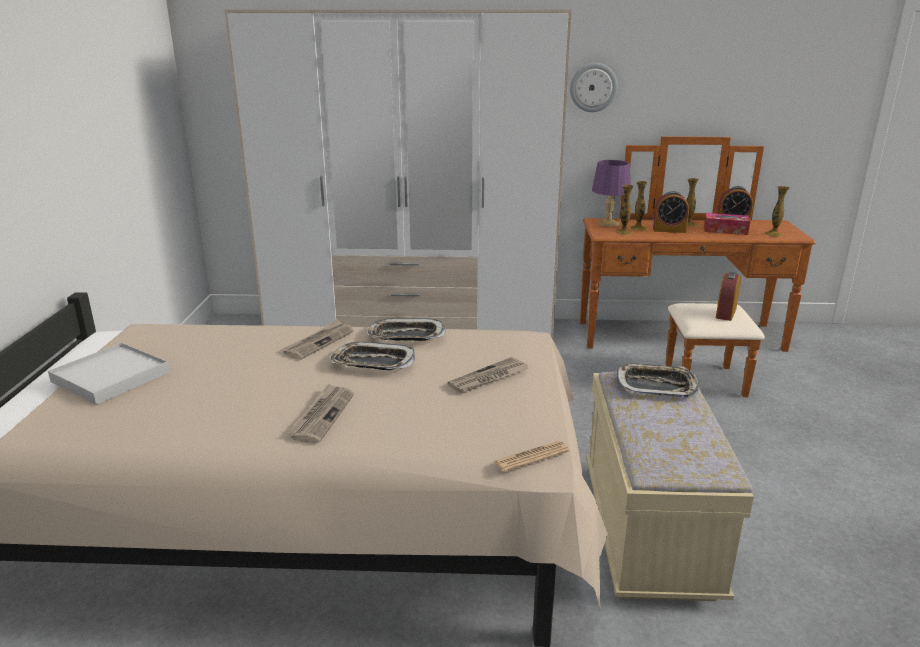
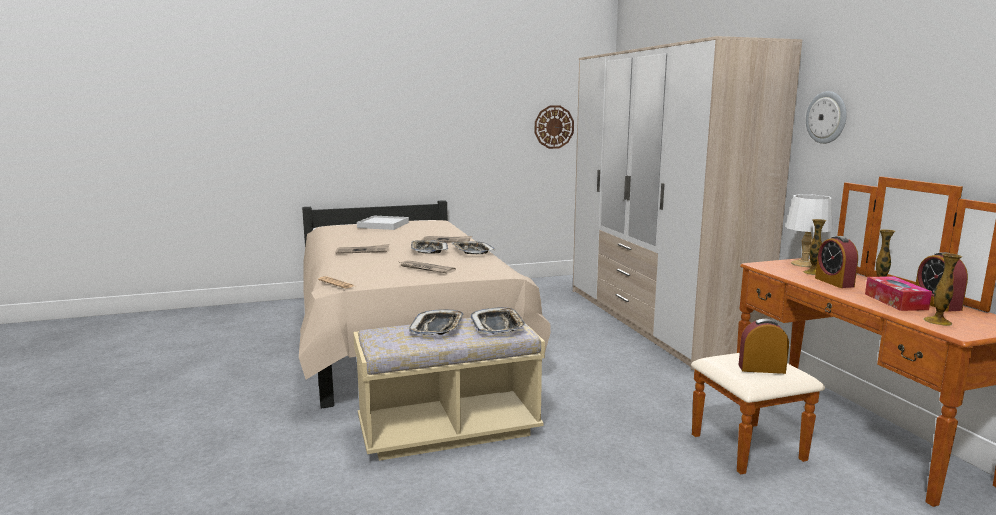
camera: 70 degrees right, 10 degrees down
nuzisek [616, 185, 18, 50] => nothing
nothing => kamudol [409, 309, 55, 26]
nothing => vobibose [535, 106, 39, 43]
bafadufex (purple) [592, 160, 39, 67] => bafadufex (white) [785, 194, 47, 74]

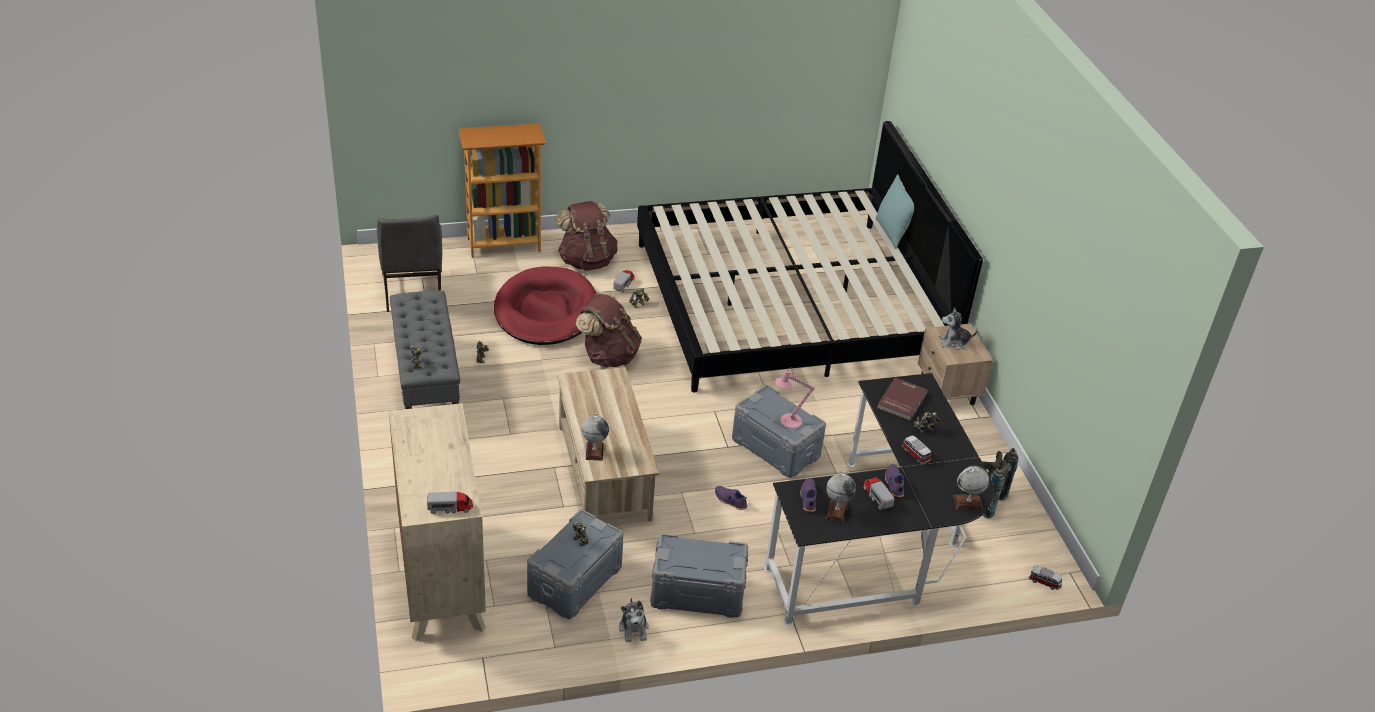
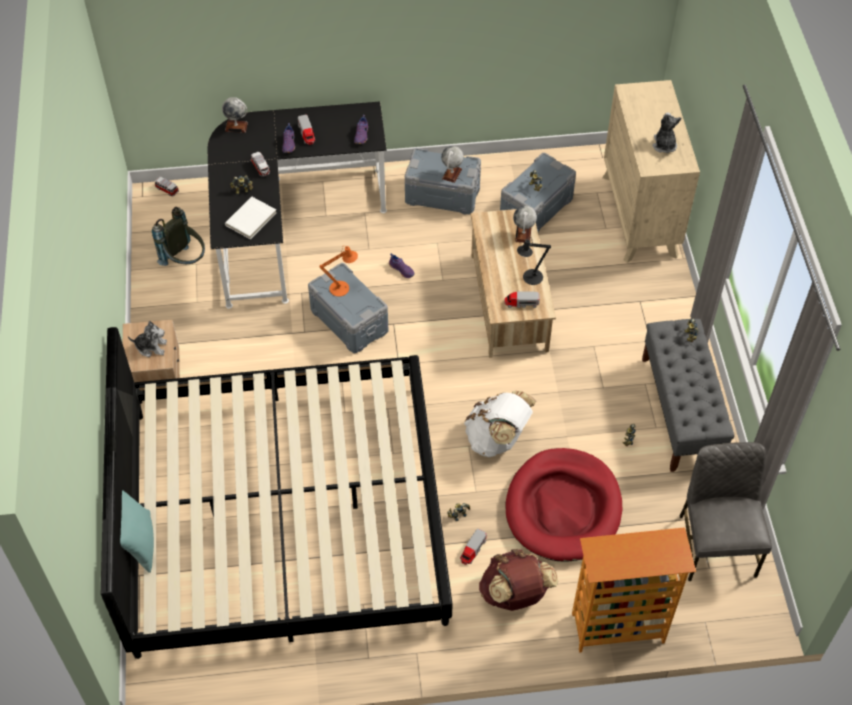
camera: 170 degrees left, 15 degrees up
nothing => bafadufex (black) [517, 237, 34, 48]
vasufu [427, 492, 46, 22] => vasufu [504, 292, 36, 16], move
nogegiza [619, 598, 30, 45] => nogegiza [652, 112, 29, 41], move
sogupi [826, 471, 30, 52] => sogupi [441, 146, 23, 37], move
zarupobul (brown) [576, 292, 66, 75] => zarupobul (white) [464, 391, 72, 66]
bafadufex (pink) [775, 368, 40, 60] => bafadufex (orange) [319, 246, 39, 51]
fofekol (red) [877, 378, 51, 42] => fofekol (white) [225, 197, 51, 42]

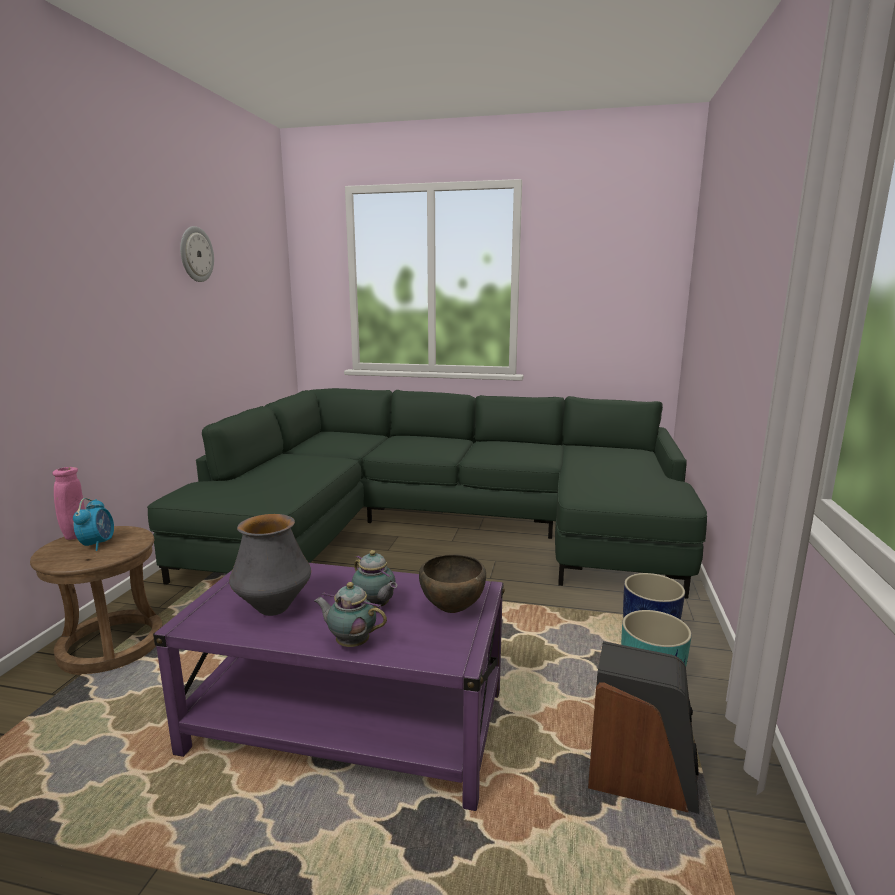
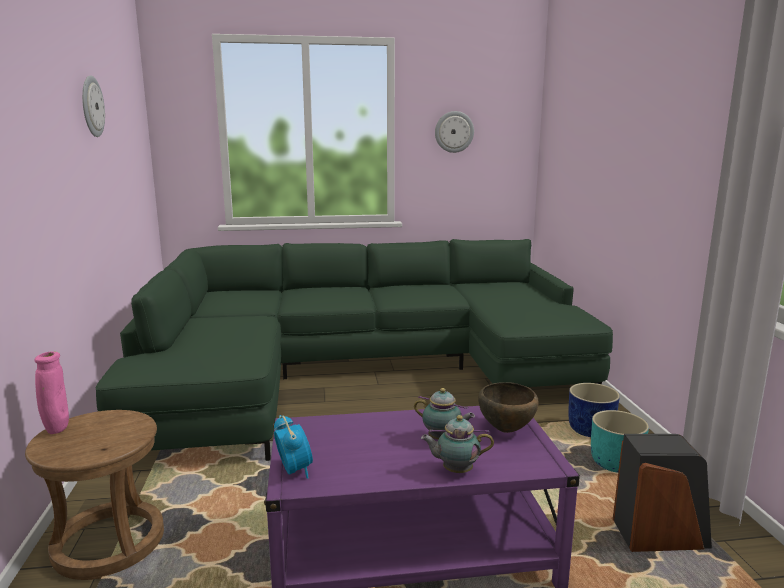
camera: 20 degrees left, 0 degrees up
nuzisek [229, 514, 82, 102] => nothing
nothing => vobibose [435, 111, 39, 42]
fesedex [73, 498, 41, 53] => fesedex [274, 415, 39, 63], move

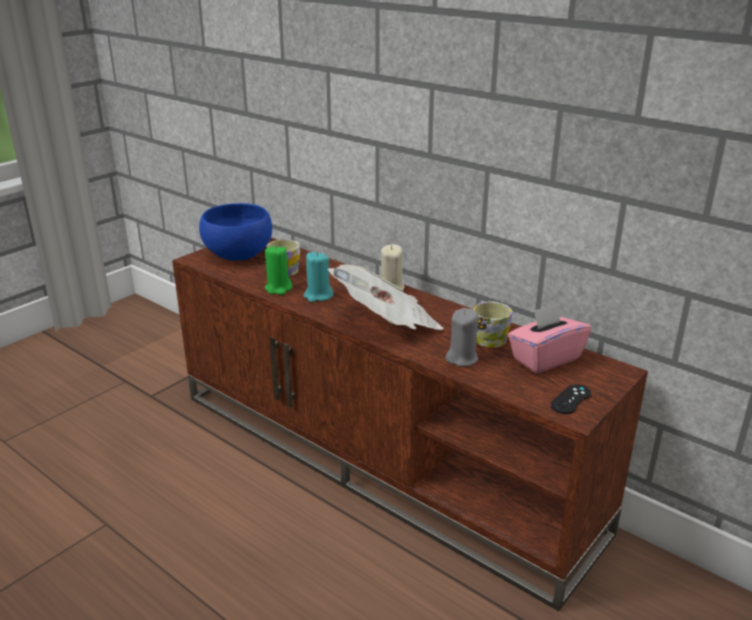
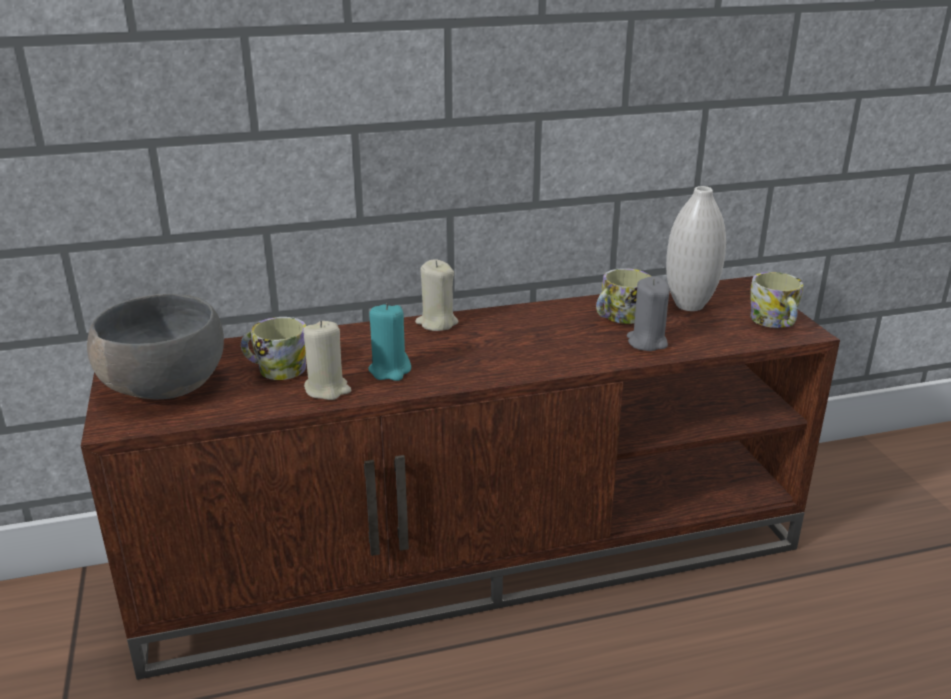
camera: 55 degrees left, 0 degrees up
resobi [328, 265, 116, 65] => nothing
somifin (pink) [508, 303, 83, 70] => nuzisek (white) [666, 186, 60, 125]
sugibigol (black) [550, 385, 41, 29] => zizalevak [751, 272, 52, 56]
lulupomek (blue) [199, 203, 73, 58] => lulupomek (grey) [87, 294, 137, 105]
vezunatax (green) [265, 245, 27, 50] => vezunatax (beige) [303, 320, 48, 80]

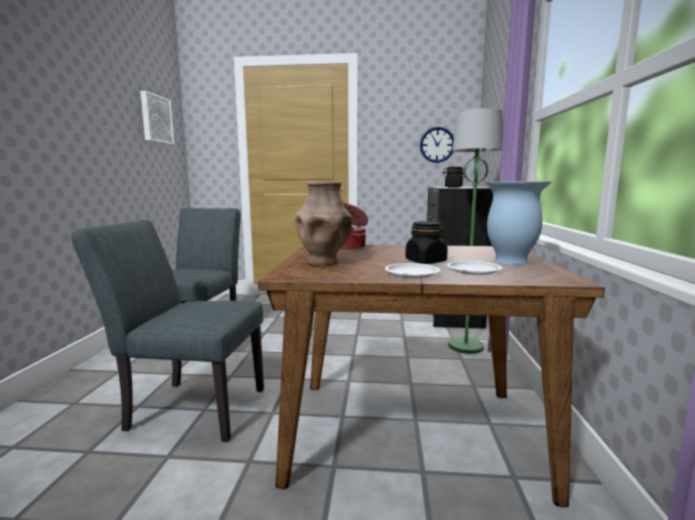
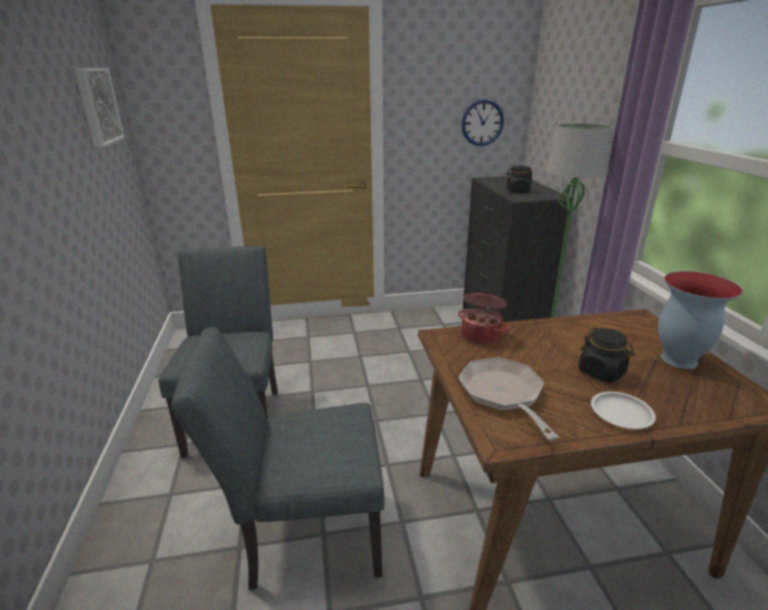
camera: 15 degrees left, 15 degrees up
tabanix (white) [447, 261, 55, 14] => nothing
nuzisek (brown) [295, 182, 57, 84] => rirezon [459, 357, 100, 83]

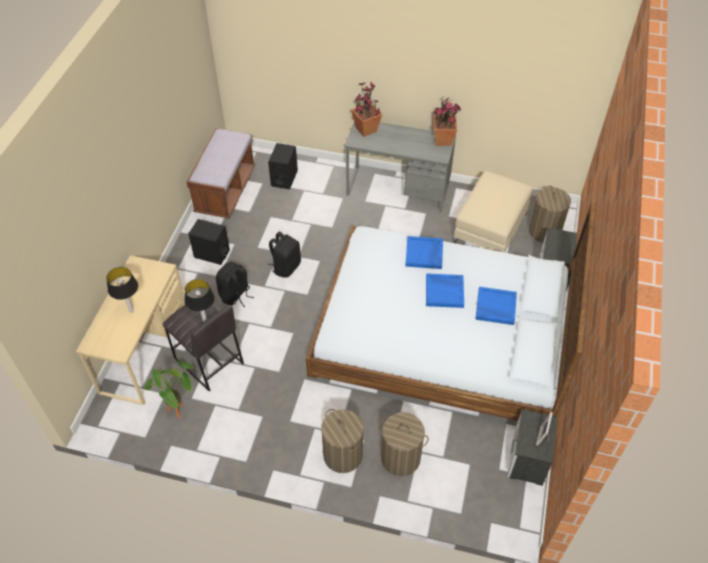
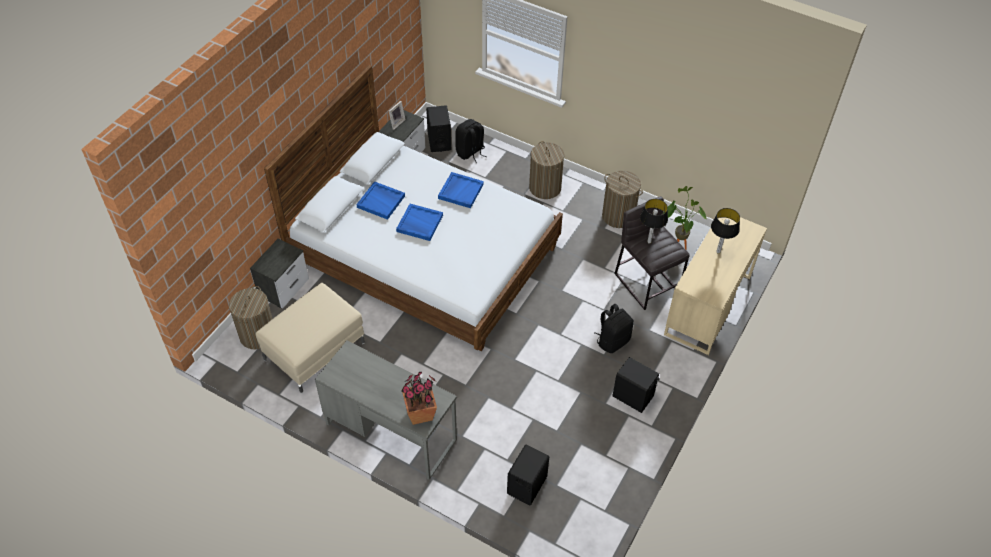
camera: 165 degrees left, 0 degrees up
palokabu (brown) [187, 128, 68, 91] => nothing
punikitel [433, 97, 28, 49] => nothing
nothing => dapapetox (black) [426, 105, 25, 47]
zarupobul (black) [268, 232, 33, 46] => zarupobul (black) [455, 119, 32, 45], move
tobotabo [378, 412, 51, 64] => tobotabo [602, 171, 41, 57], move
kamudol (blue) [405, 236, 38, 33] => kamudol (blue) [438, 172, 46, 36], move

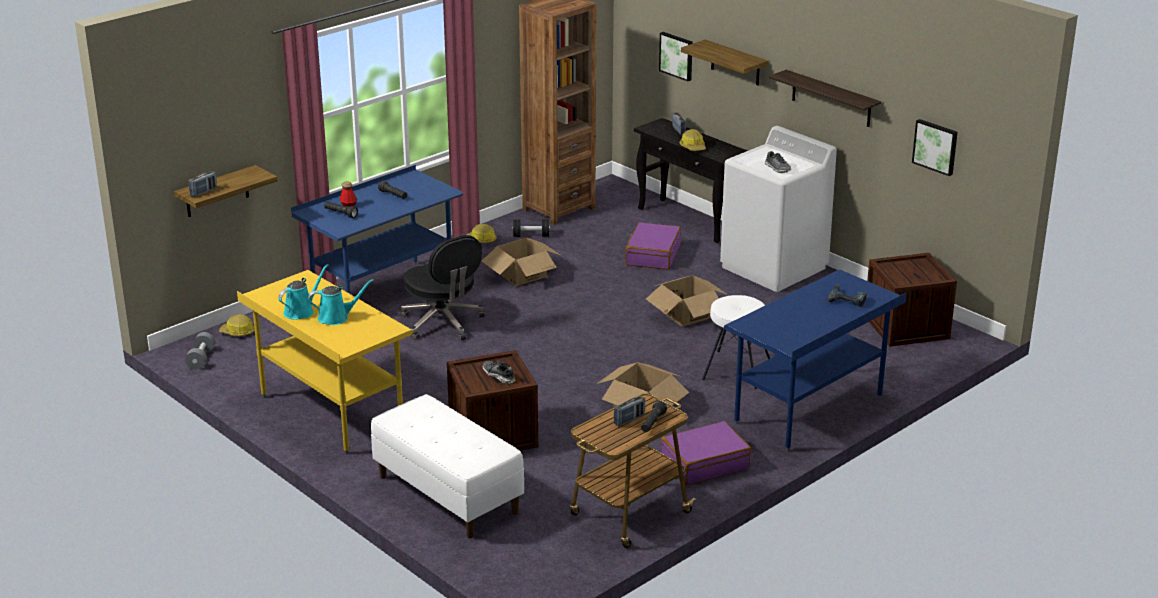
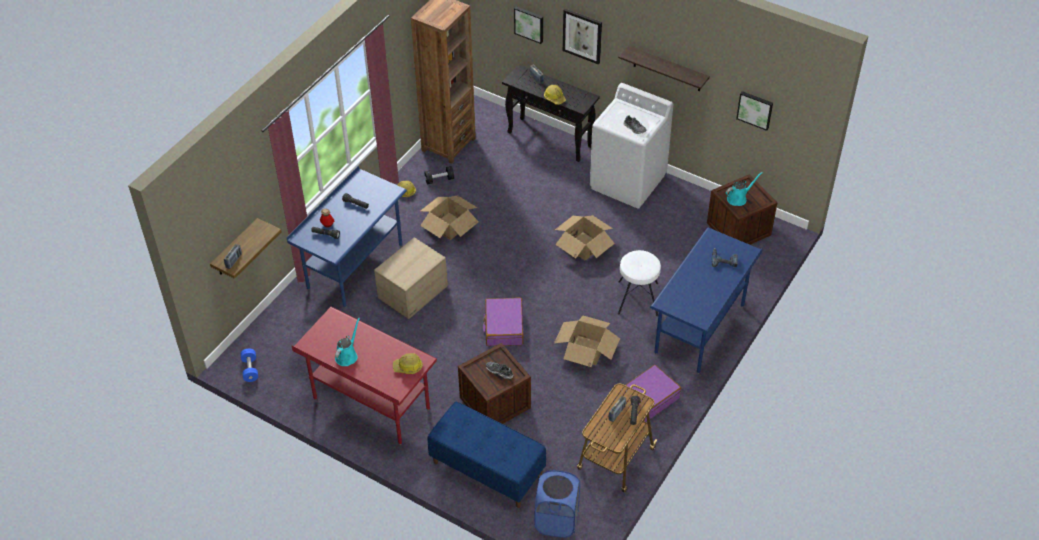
camera: 15 degrees left, 20 degrees up
nothing => tobotabo (blue) [535, 470, 45, 68]
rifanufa [219, 314, 36, 22] => rifanufa [393, 353, 30, 21], move
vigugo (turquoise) [308, 279, 66, 46] => vigugo (turquoise) [726, 172, 37, 34], move
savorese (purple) [625, 222, 56, 48] => savorese (purple) [483, 298, 41, 48], move
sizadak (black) [401, 235, 84, 105] => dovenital [374, 237, 74, 82]
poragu [681, 40, 87, 45] => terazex [563, 9, 39, 56]
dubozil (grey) [185, 332, 30, 38] => dubozil (blue) [241, 349, 17, 33]
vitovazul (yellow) [237, 270, 176, 184] => vitovazul (red) [291, 307, 146, 138]
palokabu (white) [371, 394, 153, 144] => palokabu (blue) [428, 402, 118, 106]

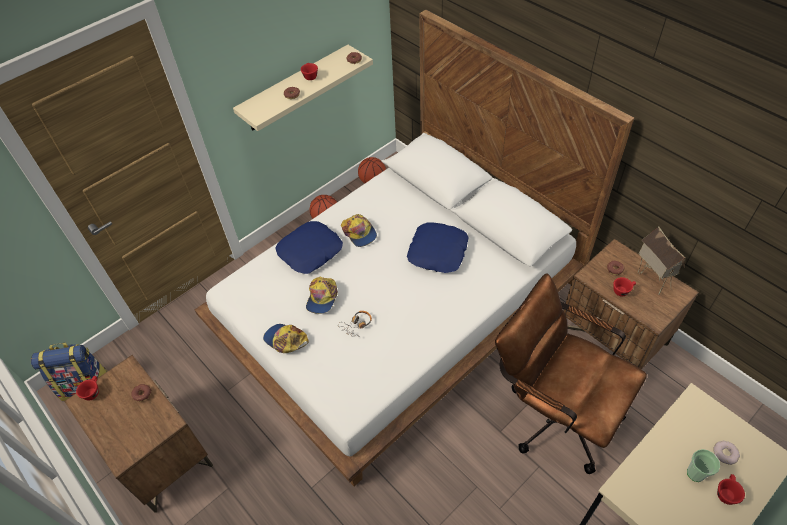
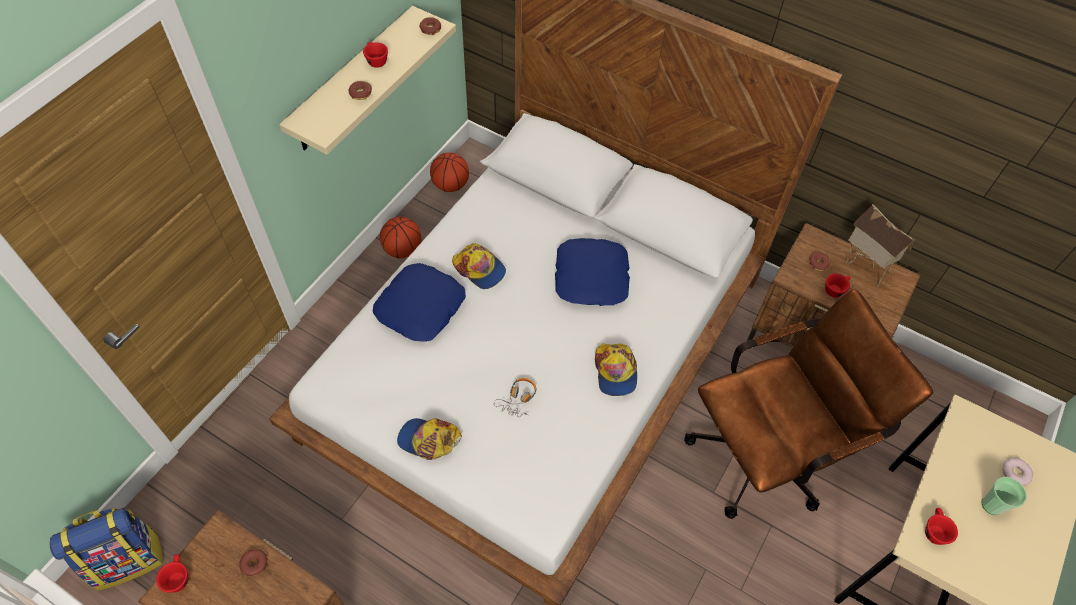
camera: 20 degrees left, 5 degrees up
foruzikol [306, 276, 32, 38] => foruzikol [595, 343, 42, 53], move
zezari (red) [717, 474, 28, 31] => zezari (red) [925, 508, 33, 37], move
sizadak (brown) [495, 273, 152, 201] => sizadak (brown) [684, 289, 249, 230], 135 degrees clockwise

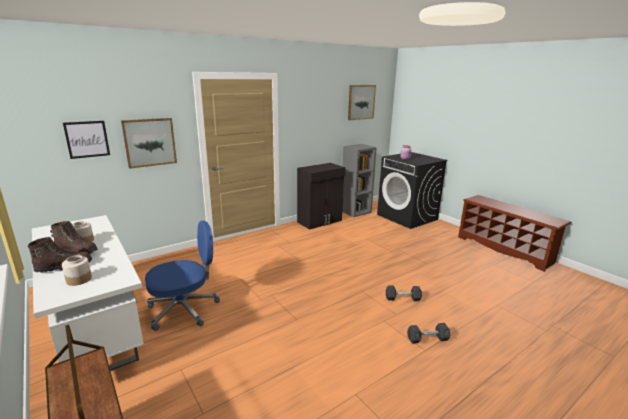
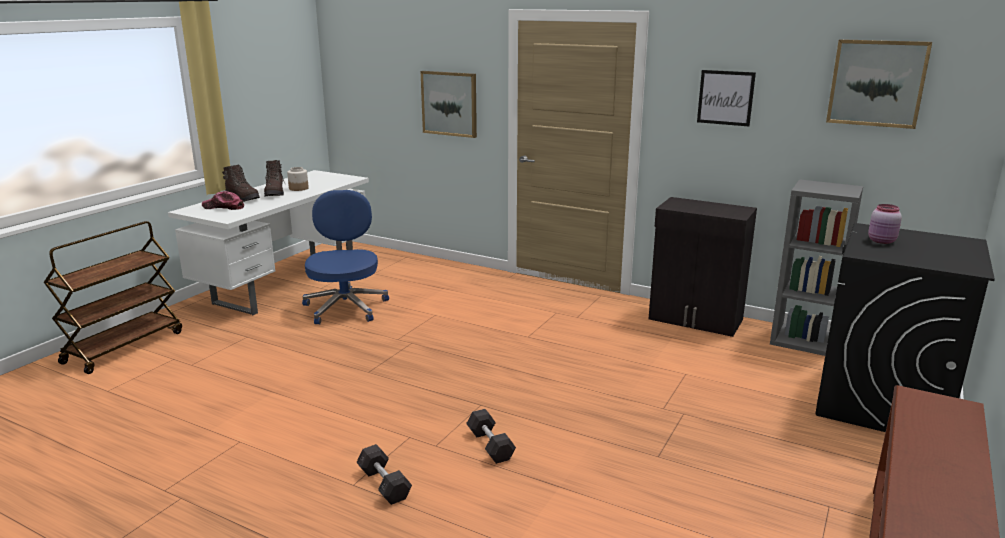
camera: 65 degrees right, 0 degrees up
terazex [63, 121, 47, 38] => terazex [697, 70, 59, 56], move
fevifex [62, 255, 30, 31] => foruzikol [202, 191, 42, 19]
sizadak (blue) [145, 221, 75, 110] => sizadak (blue) [302, 190, 87, 134], 135 degrees counterclockwise

